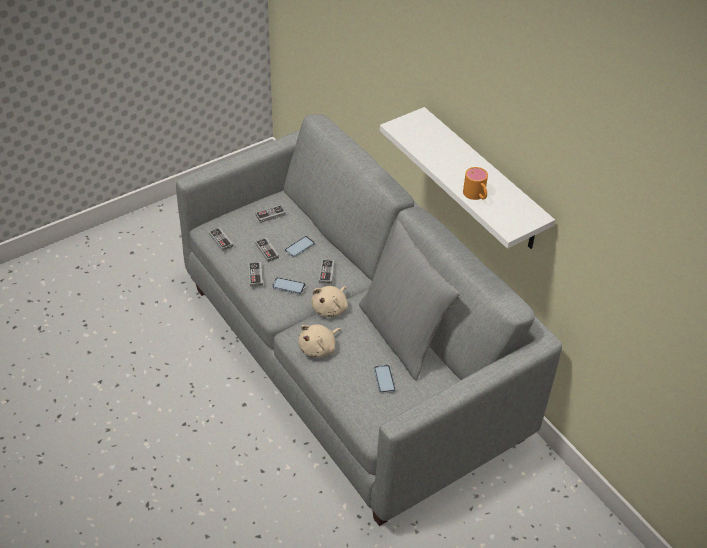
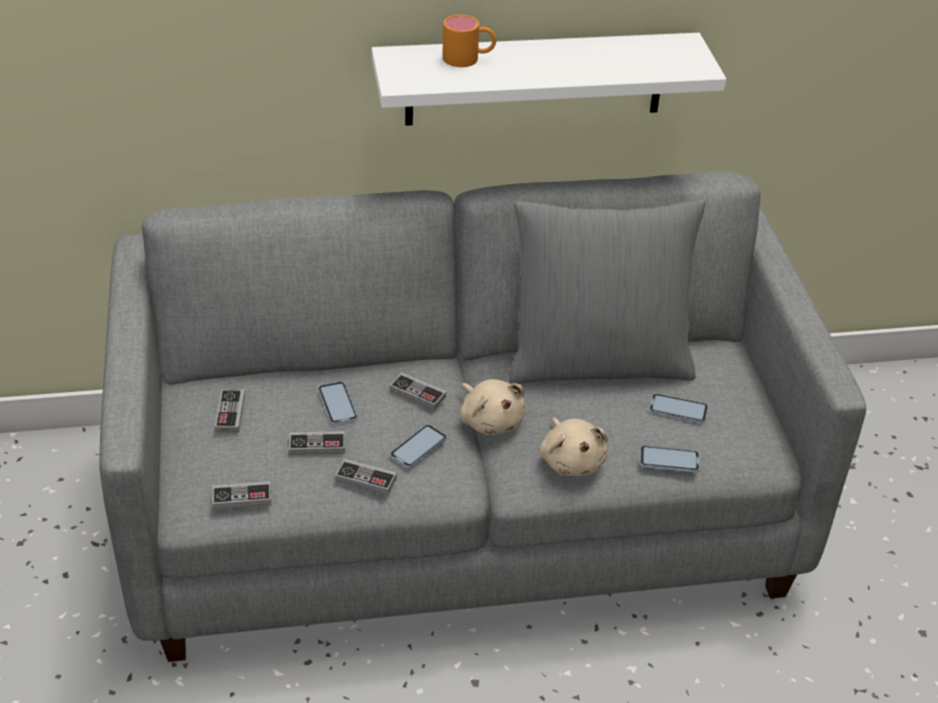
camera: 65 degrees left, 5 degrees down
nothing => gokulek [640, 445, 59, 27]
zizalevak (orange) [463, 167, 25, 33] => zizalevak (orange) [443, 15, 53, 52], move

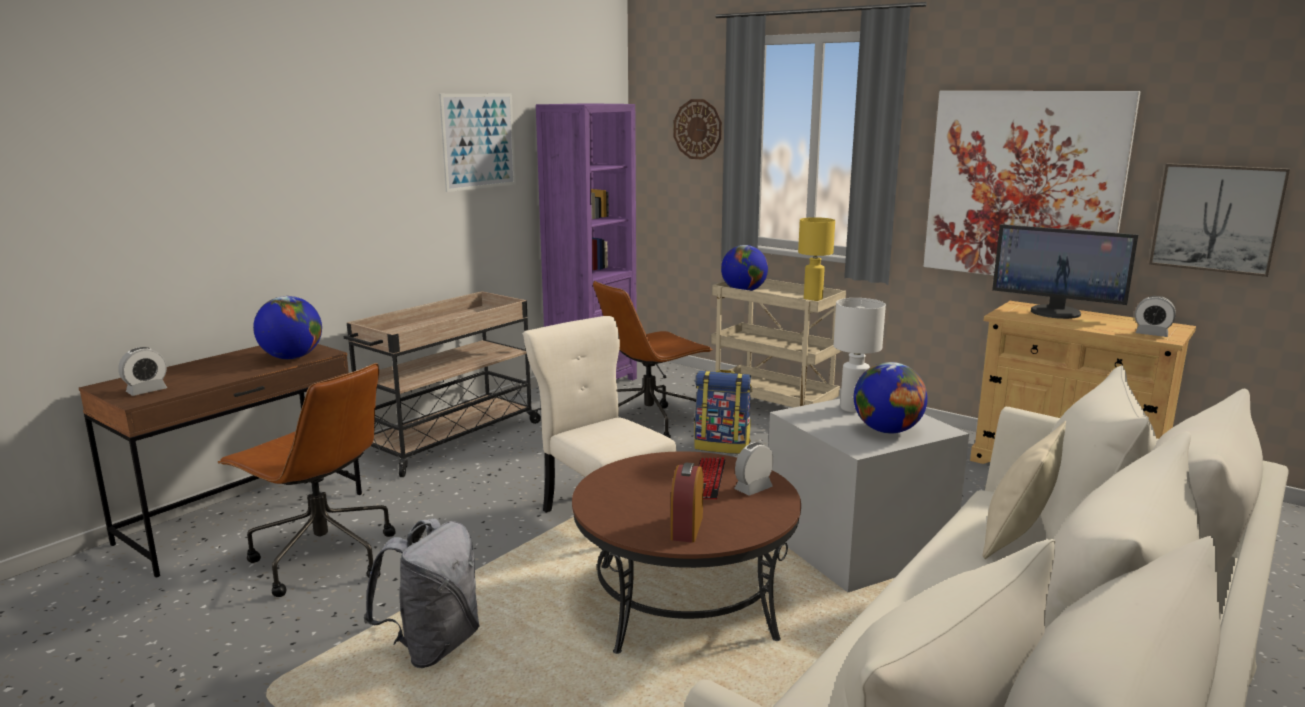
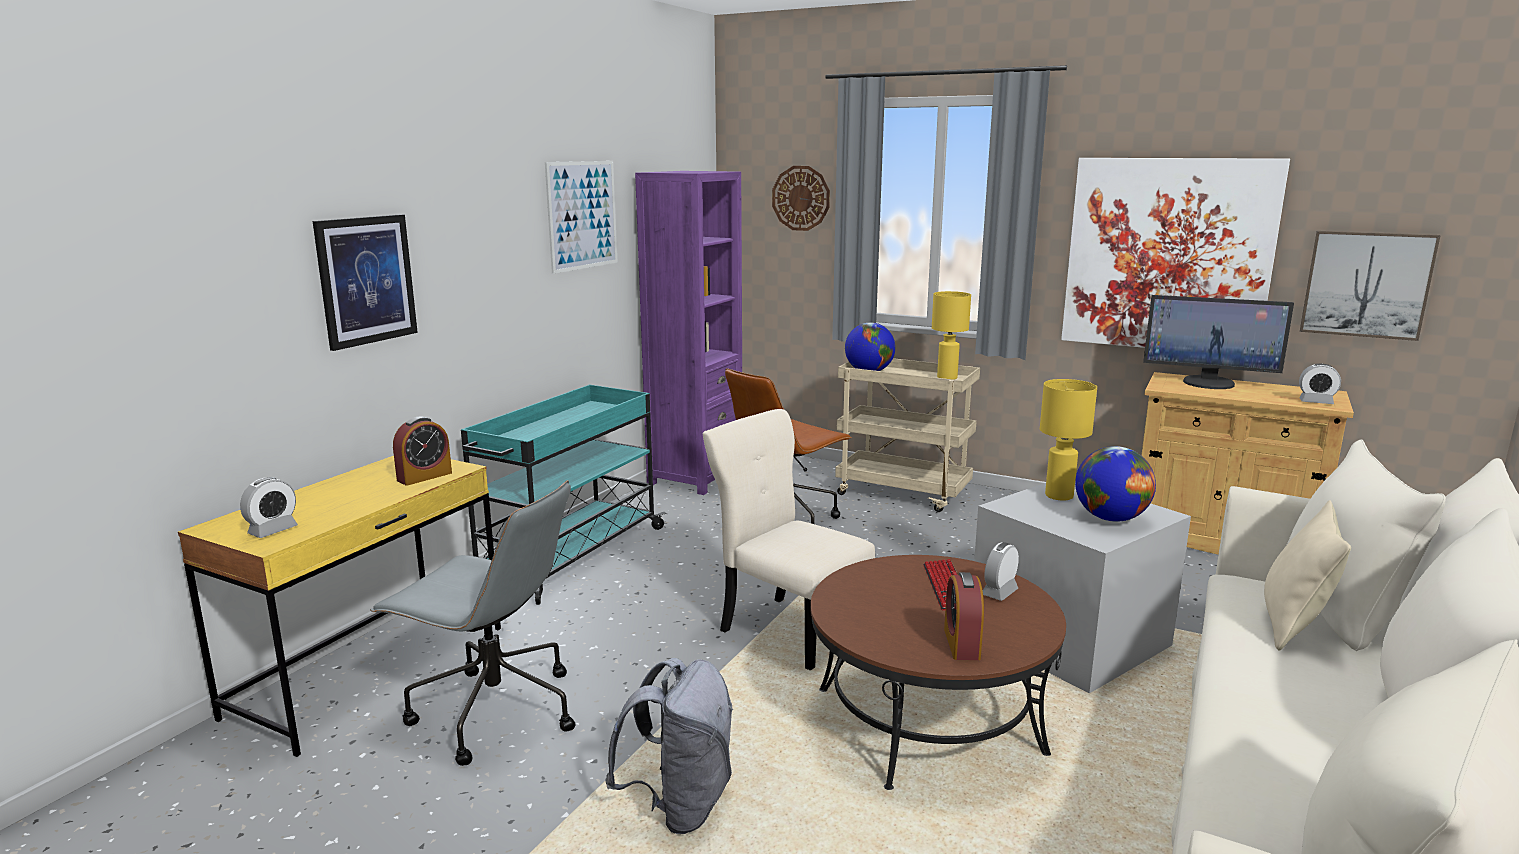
camera: 10 degrees left, 0 degrees up
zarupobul [694, 370, 58, 84] => nothing
nothing => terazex [313, 214, 105, 137]
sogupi [253, 296, 69, 63] => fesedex [393, 416, 59, 70]
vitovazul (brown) [79, 344, 283, 234] => vitovazul (yellow) [178, 456, 323, 301]
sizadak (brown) [218, 363, 178, 234] => sizadak (grey) [370, 480, 206, 286]
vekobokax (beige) [344, 291, 197, 186] => vekobokax (turquoise) [461, 384, 205, 221]
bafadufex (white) [834, 298, 52, 115] => bafadufex (yellow) [1040, 379, 57, 122]

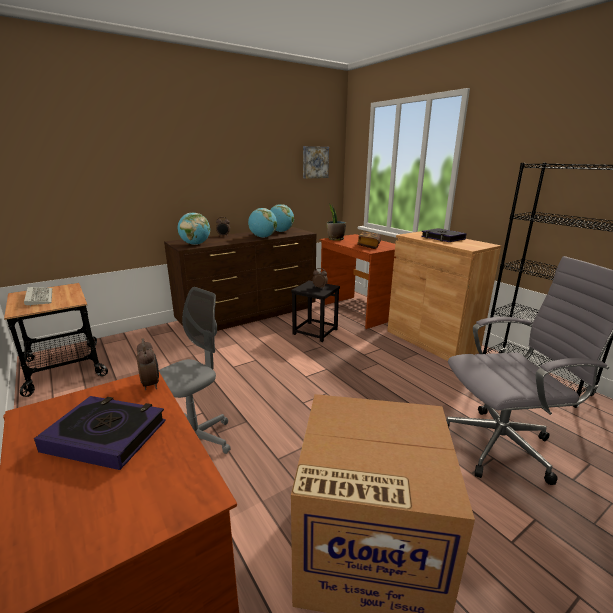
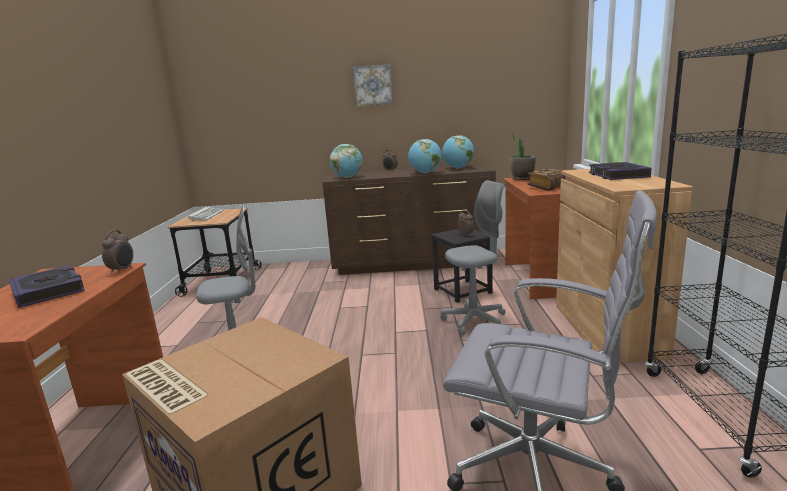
camera: 35 degrees right, 5 degrees down
nothing => sizadak (grey) [440, 180, 65, 155]
terazex [303, 146, 26, 33] => terazex [353, 64, 40, 42], move

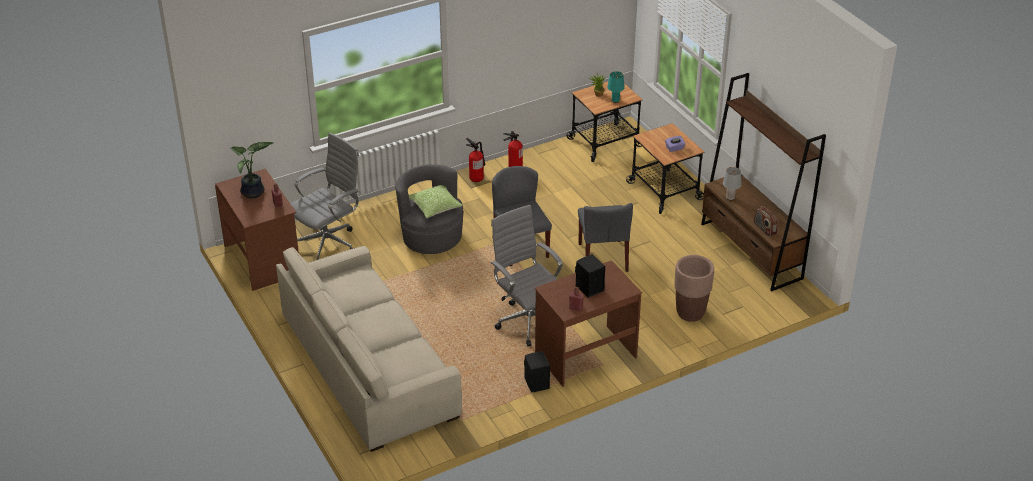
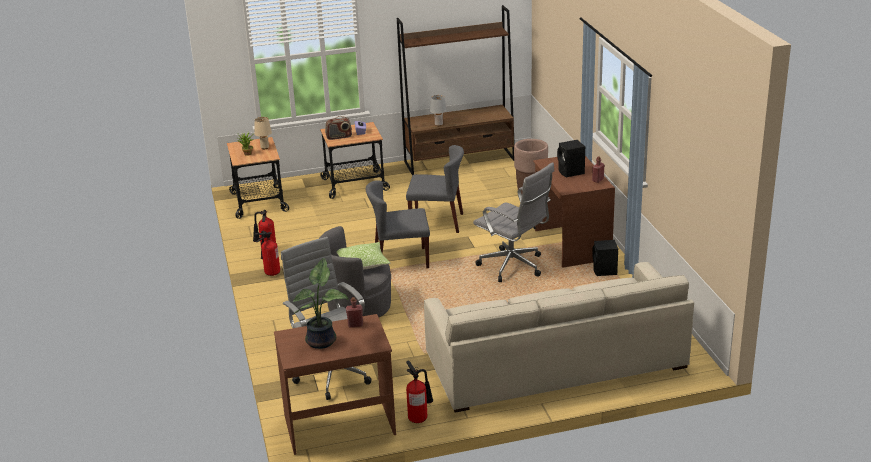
camera: 75 degrees left, 10 degrees down
nothing => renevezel [406, 361, 27, 62]
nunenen [754, 206, 24, 31] => nunenen [325, 116, 27, 24], move
bafadufex (turquoise) [607, 71, 18, 32] => bafadufex (beige) [254, 117, 18, 32]
sizadak (grey) [490, 205, 73, 141] => sizadak (grey) [473, 162, 82, 120], 120 degrees counterclockwise

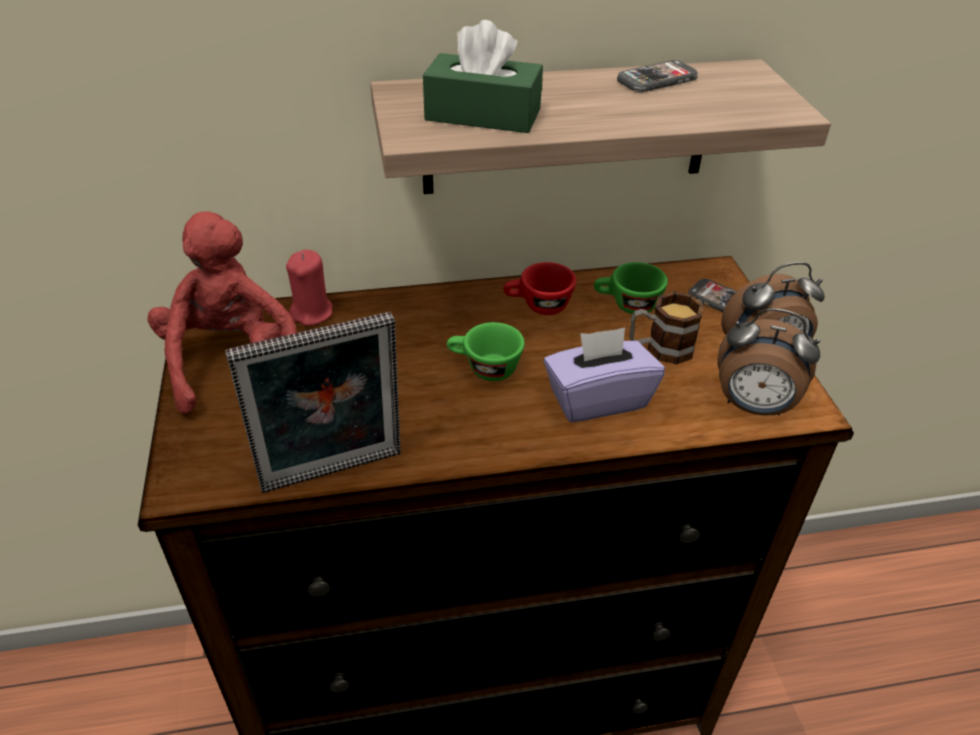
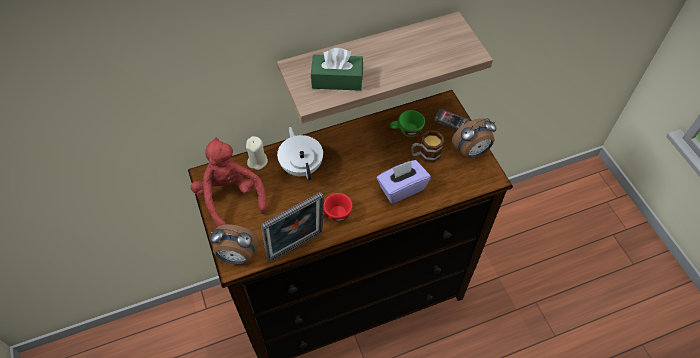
camera: 10 degrees left, 15 degrees up
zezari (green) [447, 322, 78, 59] => nothing
gokulek [617, 60, 81, 33] => nothing
nothing => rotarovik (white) [277, 127, 46, 54]
zezari (red) [504, 262, 72, 53] => zezari (red) [323, 193, 30, 29], move
fesedex [717, 308, 103, 108] => fesedex [210, 224, 49, 40], move
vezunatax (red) [286, 250, 47, 76] => vezunatax (beige) [246, 136, 22, 34]

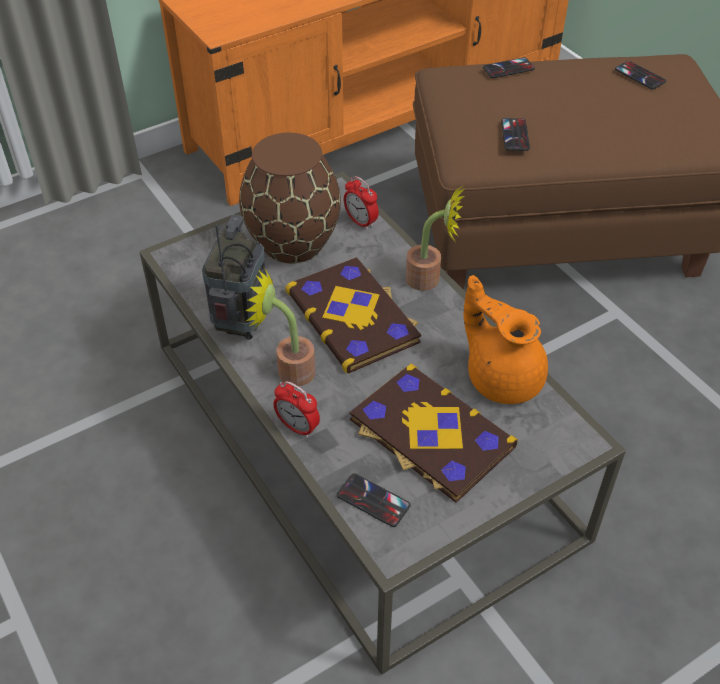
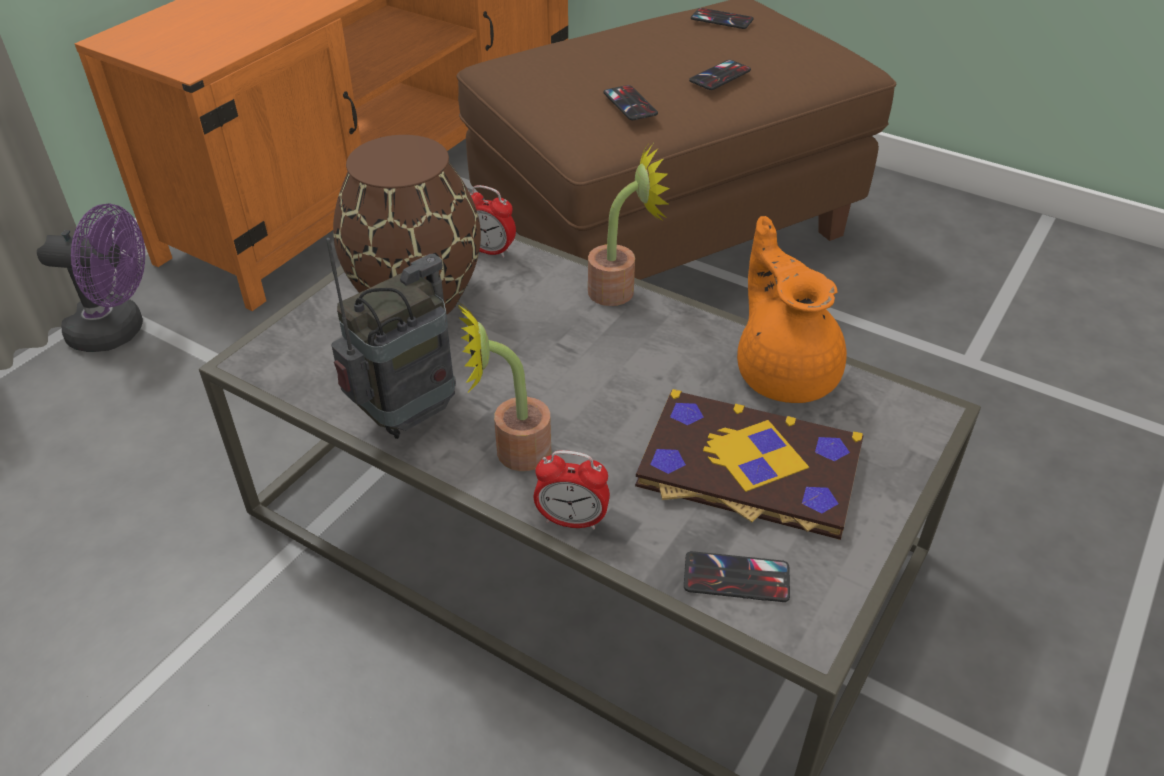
camera: 25 degrees left, 5 degrees down
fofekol [285, 257, 136, 116] => nothing
nothing => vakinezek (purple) [37, 204, 108, 148]
gokulek [483, 57, 52, 21] => gokulek [689, 60, 62, 30], move
nunenen [202, 215, 64, 125] => nunenen [326, 238, 130, 201], 60 degrees clockwise
rotarovik (orange) [464, 275, 84, 129] => rotarovik (orange) [737, 216, 110, 187], 45 degrees clockwise

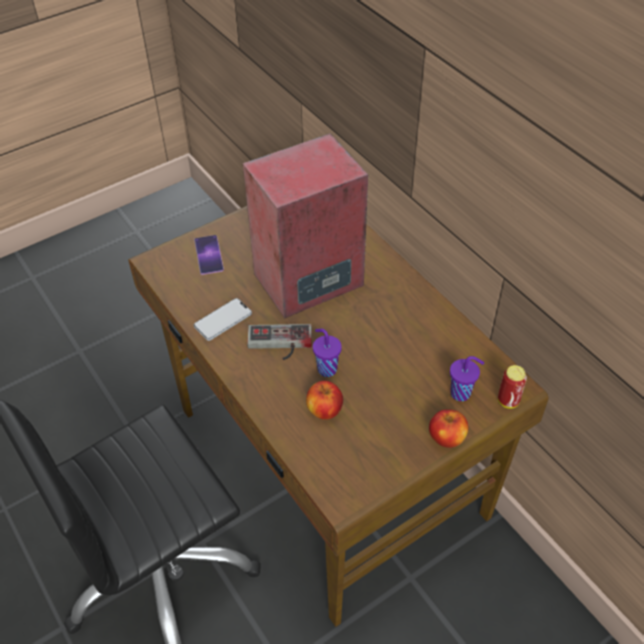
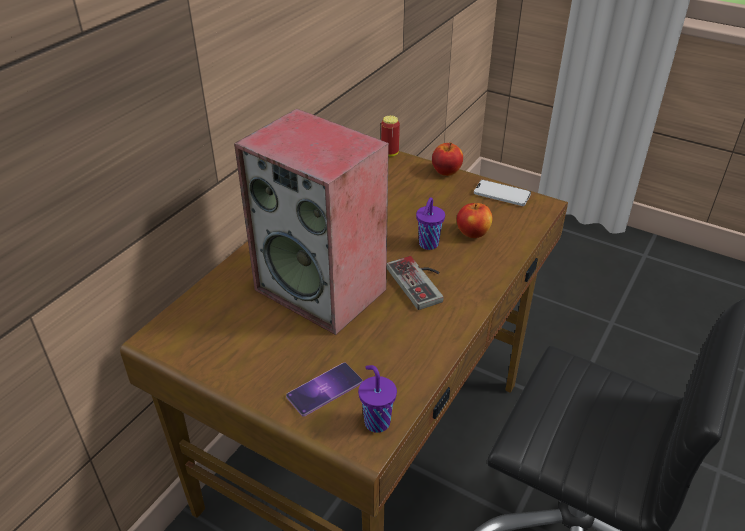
camera: 115 degrees left, 10 degrees down
gokulek [194, 298, 58, 43] => gokulek [474, 180, 57, 26], move
zezari (purple) [450, 356, 34, 45] => zezari (purple) [358, 365, 39, 68], move

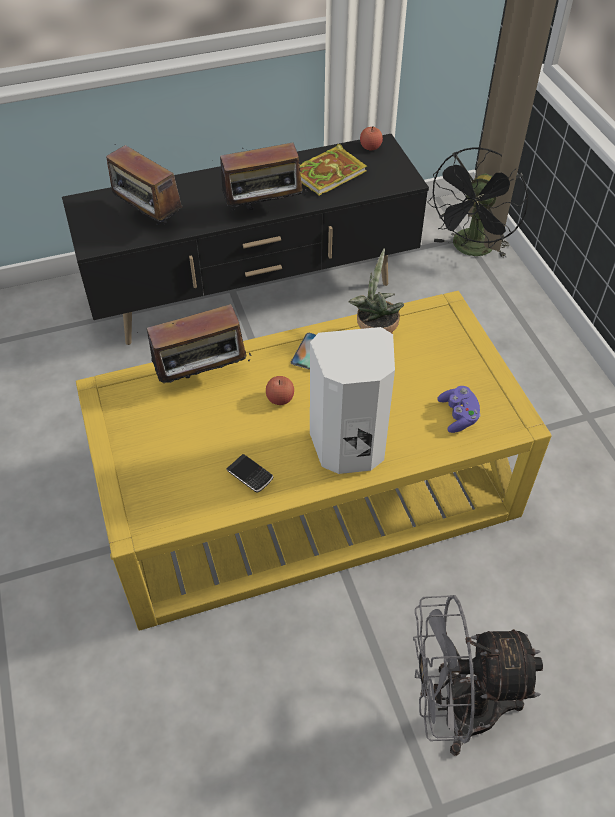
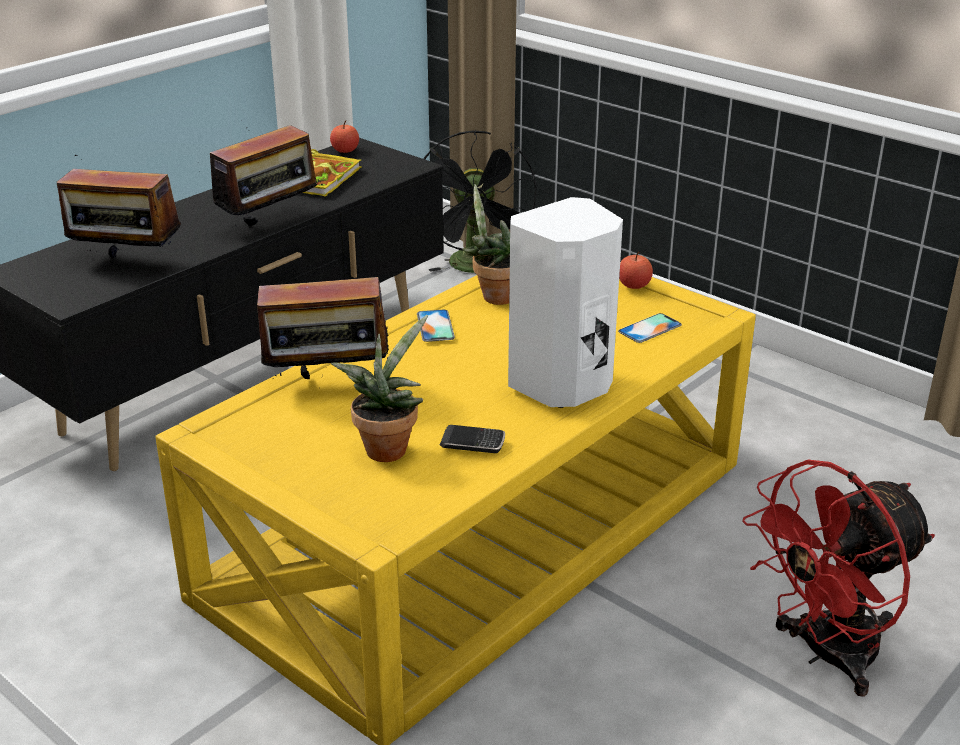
camera: 30 degrees left, 20 degrees down
nothing => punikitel [331, 315, 97, 147]
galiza [266, 376, 28, 29] => galiza [619, 252, 34, 37], move
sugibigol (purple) [437, 386, 43, 47] => gokulek [618, 313, 64, 30]
vakinezek (grey) [413, 595, 130, 161] => vakinezek (red) [742, 460, 193, 237]
nunenen [147, 304, 104, 88] => nunenen [249, 259, 141, 120], 45 degrees clockwise

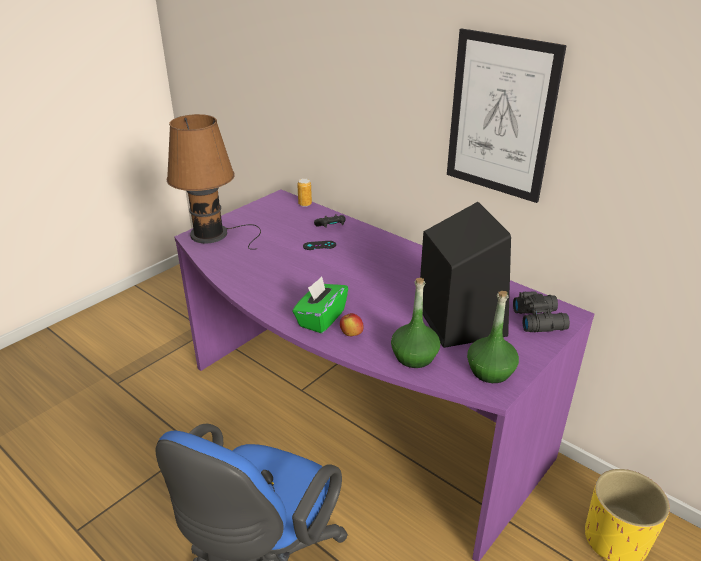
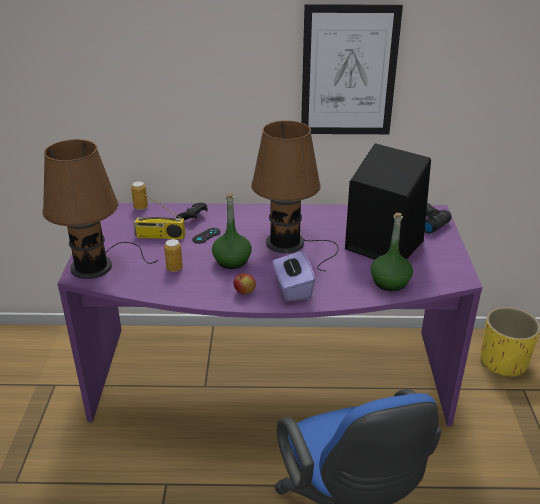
camera: 40 degrees left, 0 degrees up
nothing => nunenen [133, 192, 52, 47]
nothing => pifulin [164, 239, 19, 33]
nothing => bafadufex (brown) [251, 120, 88, 151]
galiza [340, 313, 24, 23] => galiza [234, 273, 22, 22], move
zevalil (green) [467, 291, 52, 92] => zevalil (green) [212, 193, 40, 76], move
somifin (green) [292, 276, 56, 57] => somifin (purple) [273, 250, 43, 52]

